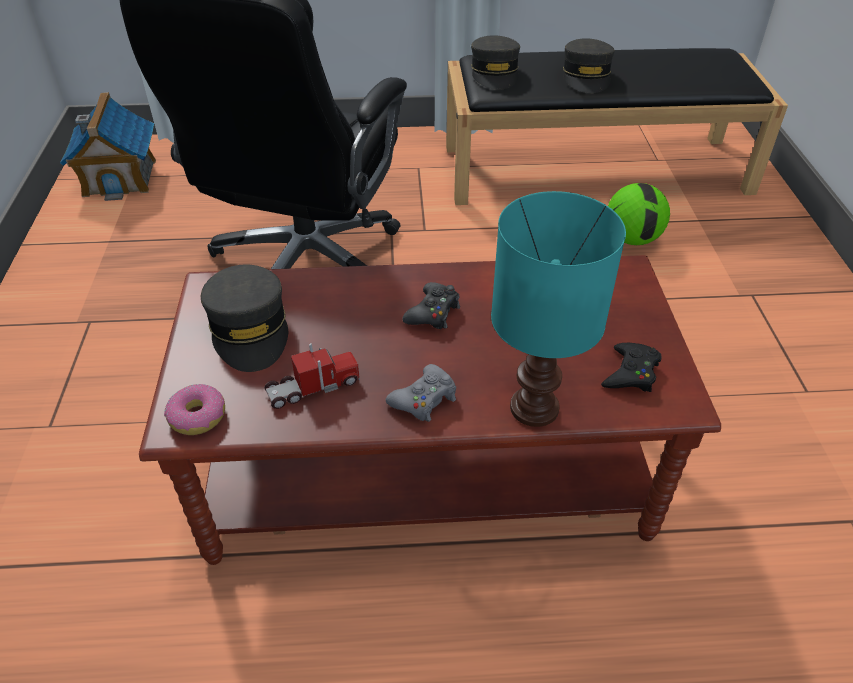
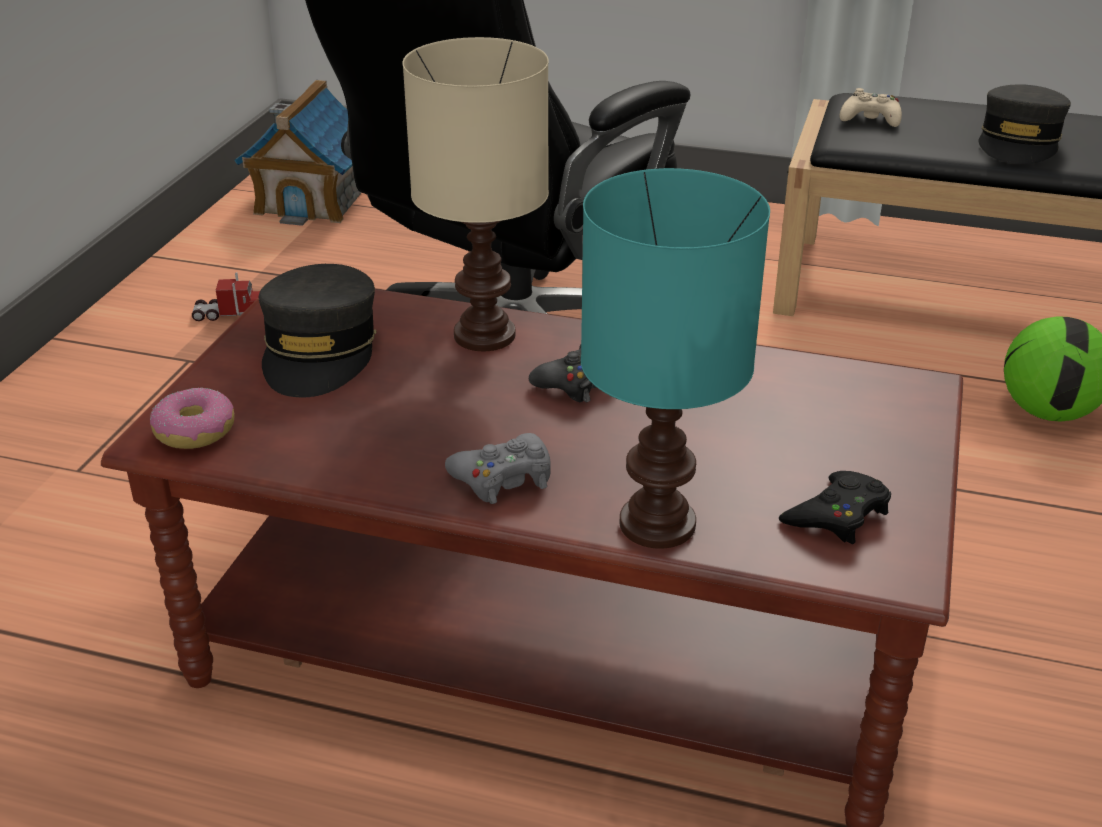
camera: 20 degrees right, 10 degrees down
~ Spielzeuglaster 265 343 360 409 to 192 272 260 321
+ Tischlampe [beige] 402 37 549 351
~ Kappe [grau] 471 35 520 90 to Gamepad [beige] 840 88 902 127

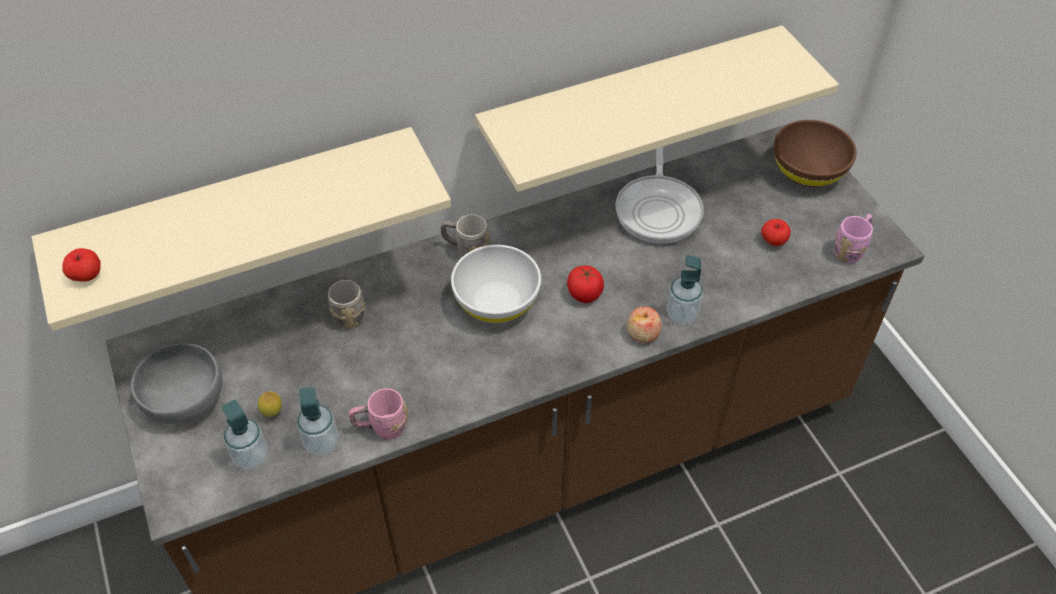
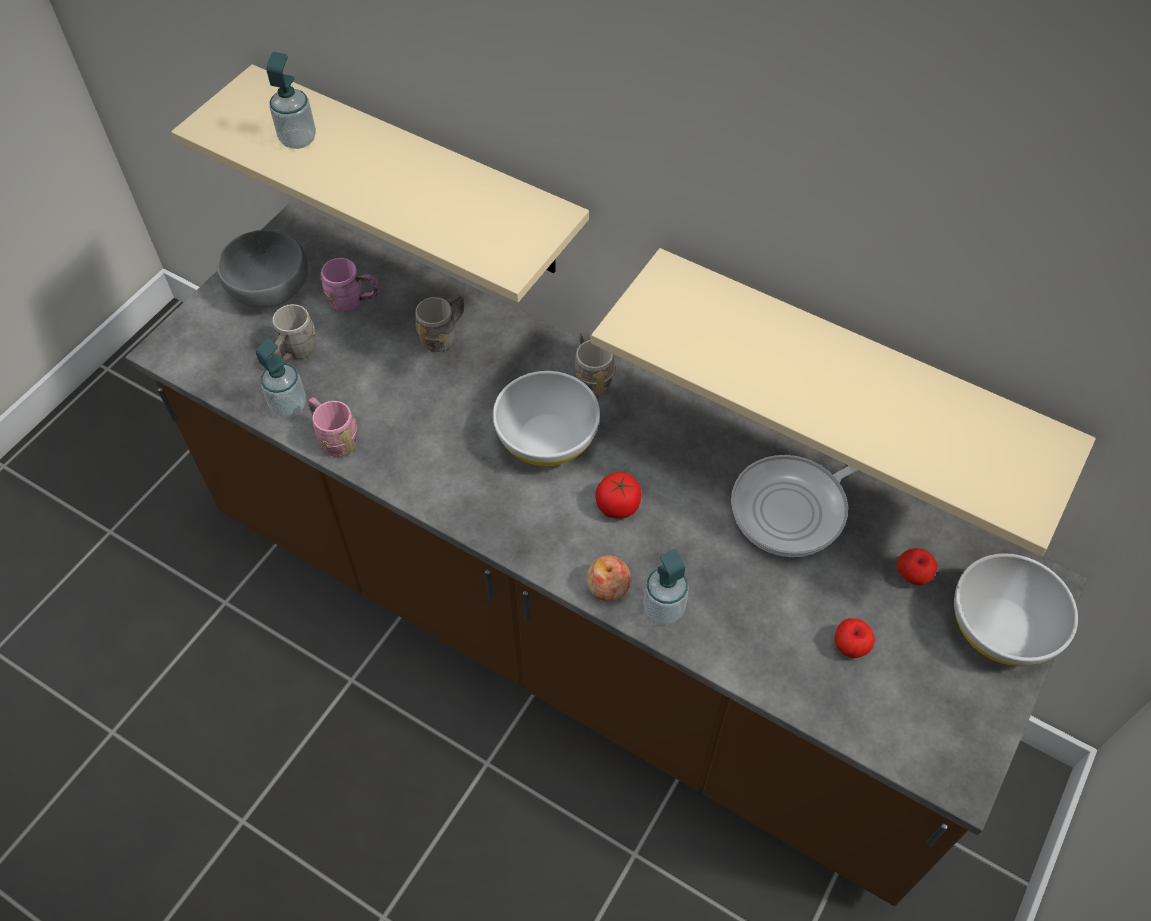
camera: 55 degrees right, 5 degrees up
~ Seifenspender 222 400 267 470 to 266 52 316 149
~ Zitrone 258 391 282 417 to Henkelbecher [grau] 273 304 316 364
~ Henkelbecher [rosa] 834 214 873 263 to 320 258 379 312
~ Apfel 62 248 101 282 to 897 548 937 585
~ Schüssel [braun] 774 120 857 187 to Schüssel [weiß] 954 553 1078 666

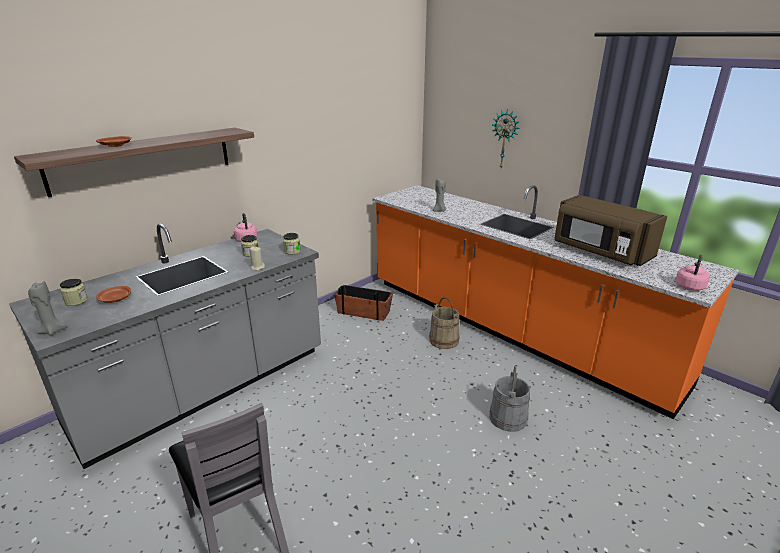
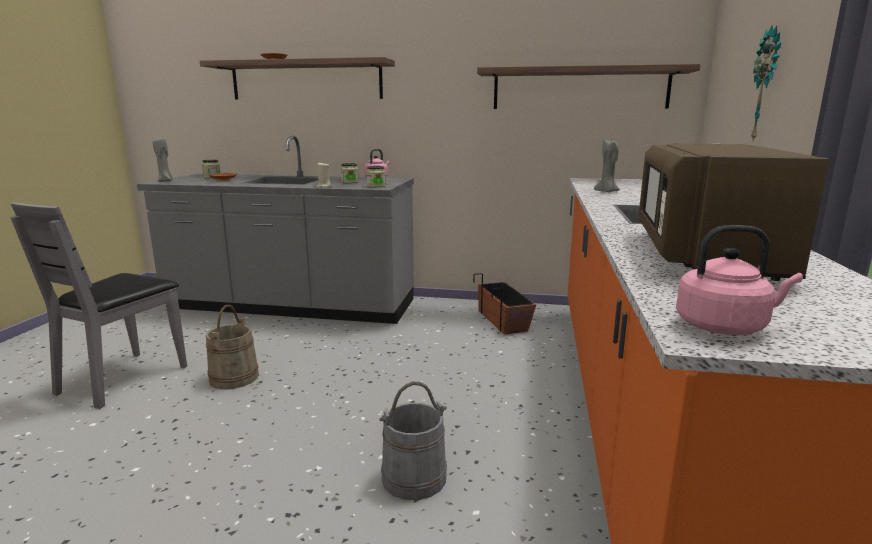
camera: 55 degrees right, 10 degrees down
~ Eimer [beige] 429 297 460 349 to 206 305 259 389
+ Wandregal 477 64 700 109

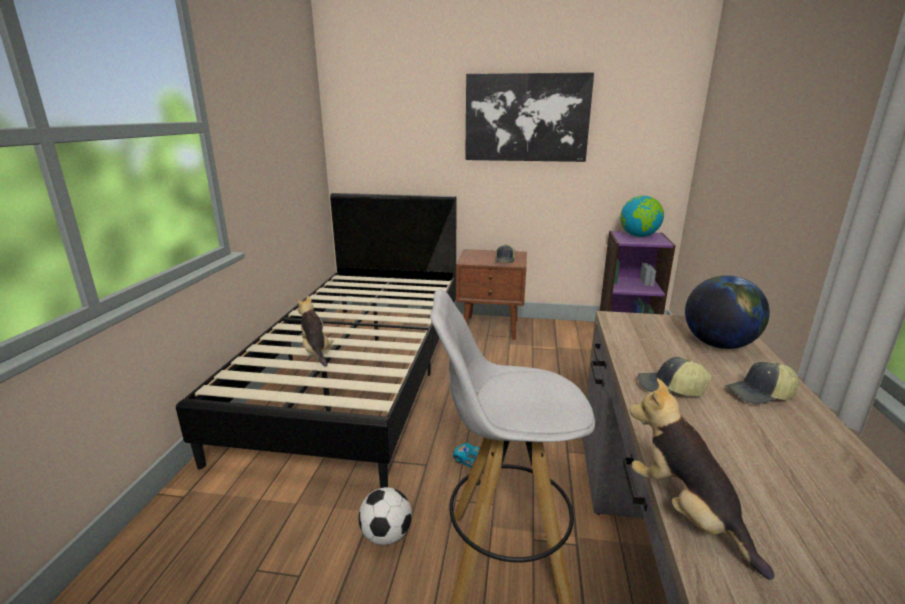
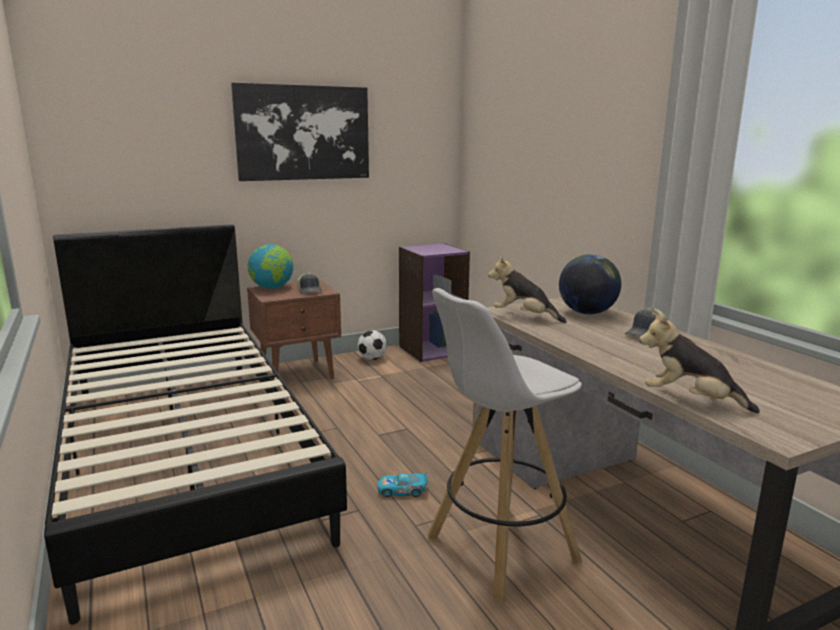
camera: 35 degrees left, 5 degrees down
~ Globus 620 196 664 237 to 248 244 293 289
~ Fußball 358 487 412 545 to 357 330 387 360
~ Plüschtier 297 296 333 367 to 488 256 567 323
- Kappe 638 357 712 396

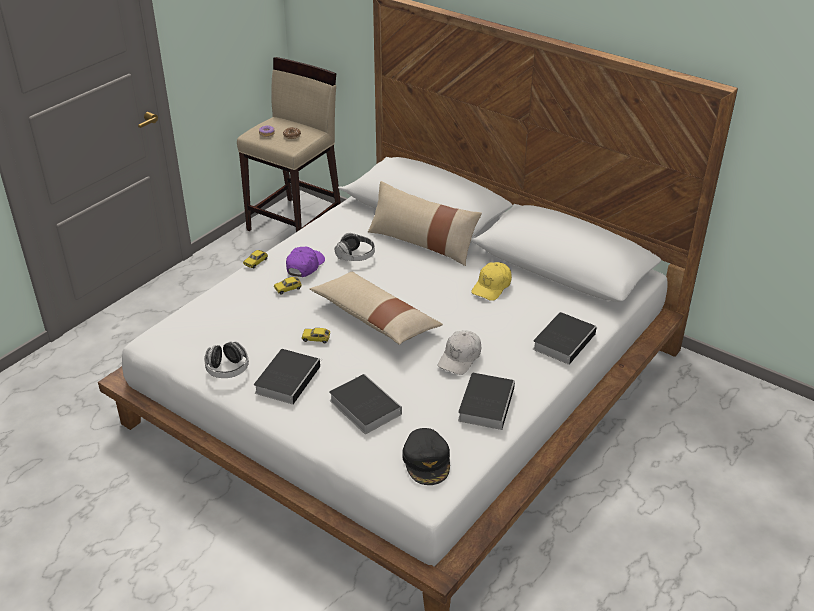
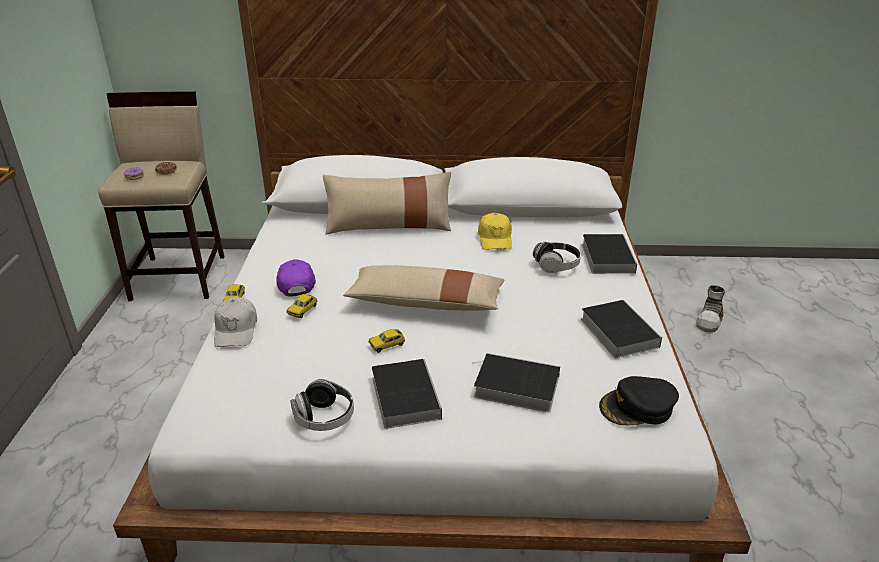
camera: 35 degrees left, 5 degrees down
~ Kappe [weiß] 438 330 481 375 to 214 297 257 347
~ Kopfhörer 335 233 375 261 to 533 242 581 273
~ Kappe [schwarz] 402 428 450 485 = 599 376 679 425 120 degrees clockwise
+ Schuh 697 285 725 332

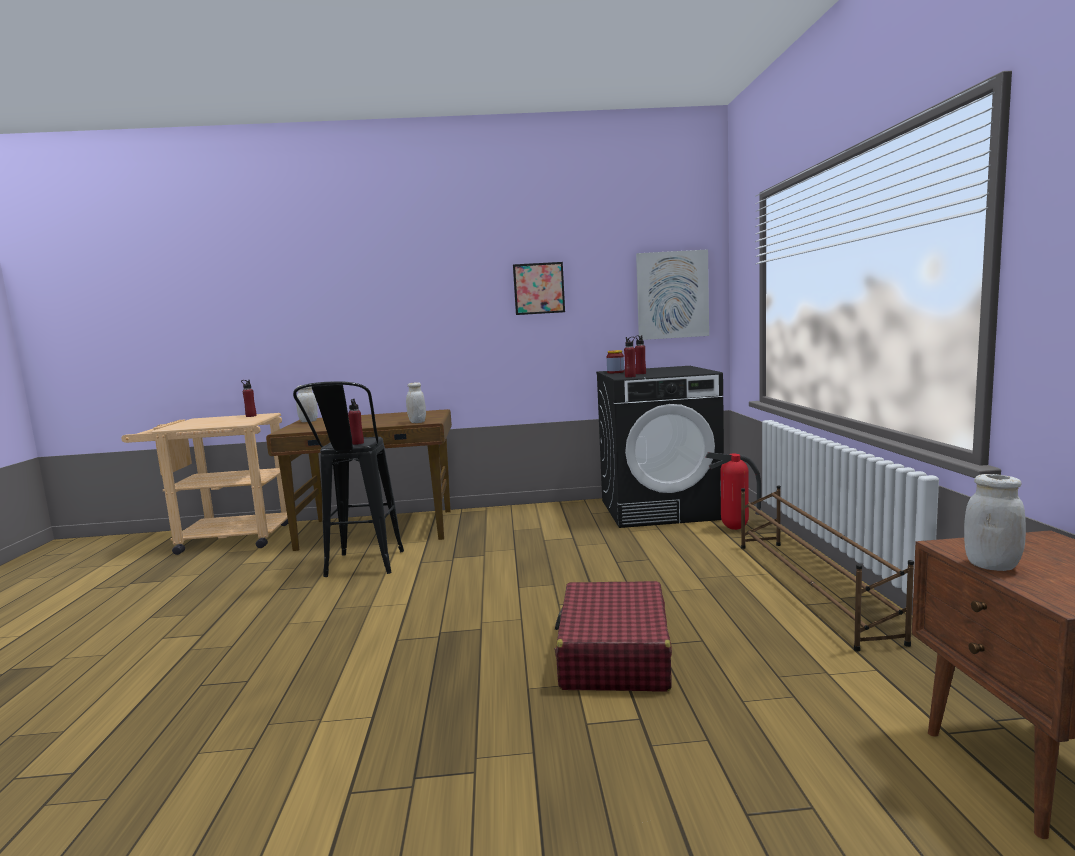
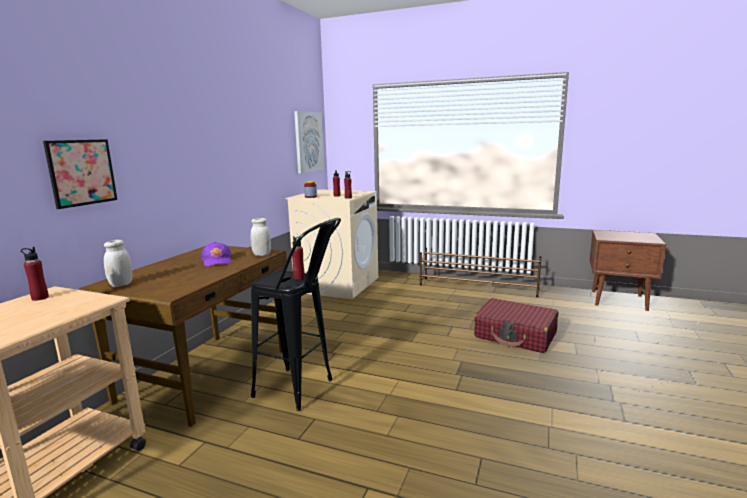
camera: 65 degrees left, 5 degrees up
~ Bild 513 262 565 315 to 43 139 117 209
+ Kappe [lila] 200 242 232 266
~ Waschmaschine [schwarz] 596 366 724 528 to Waschmaschine [beige] 286 189 378 299
- Feuerlöscher 705 452 761 530
- Vorratsglas [weiß] 964 474 1026 571

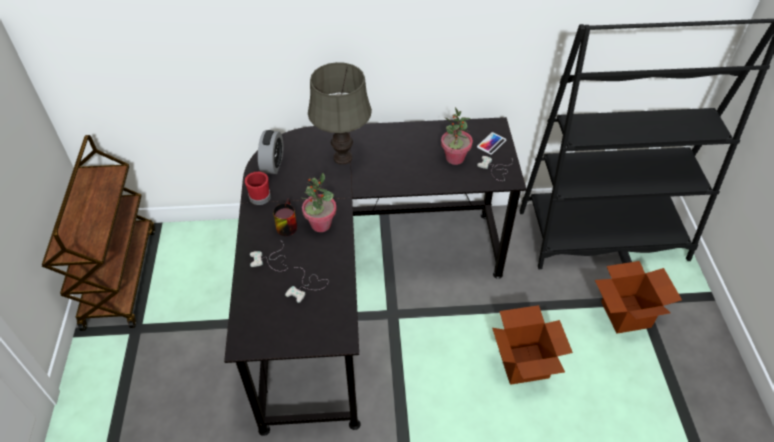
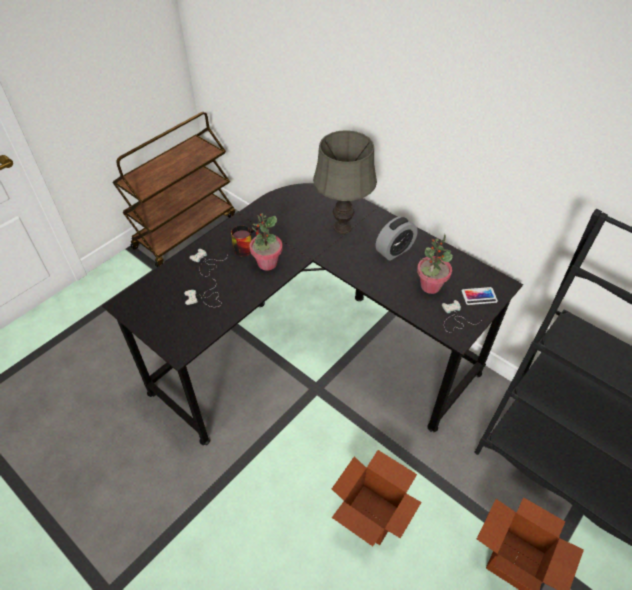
camera: 45 degrees right, 0 degrees up
~ Wecker 258 130 283 174 to 376 216 418 261
- Henkelbecher [rot] 245 172 271 205

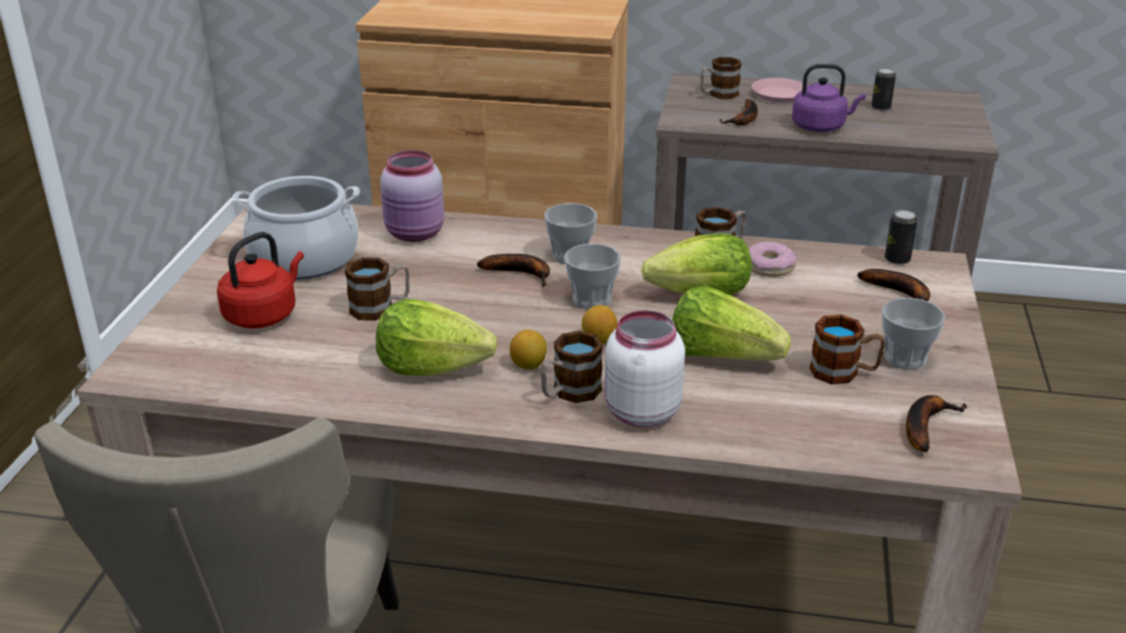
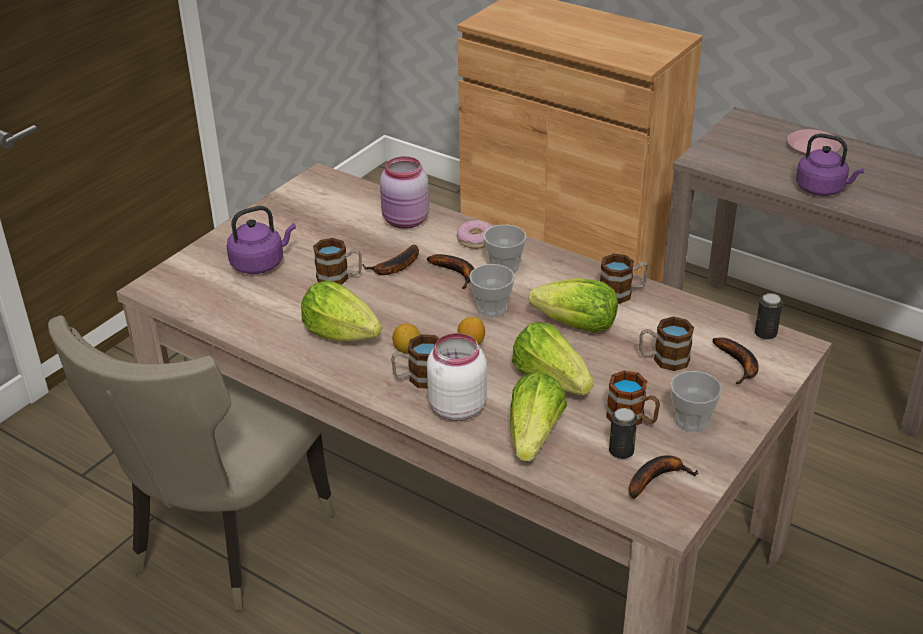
camera: 25 degrees right, 5 degrees up
~ Wasserkessel [rot] 217 232 304 329 to Wasserkessel [lila] 226 206 296 274
~ Banane 719 99 758 125 to 363 245 419 275
~ Donut 749 241 797 277 to 457 220 493 249
+ Salatkopf 510 372 567 461
~ Dose 871 68 896 110 to 609 408 637 459
~ Henkelbecher 700 57 742 99 to 639 316 694 371
- Kochtopf 232 176 360 280

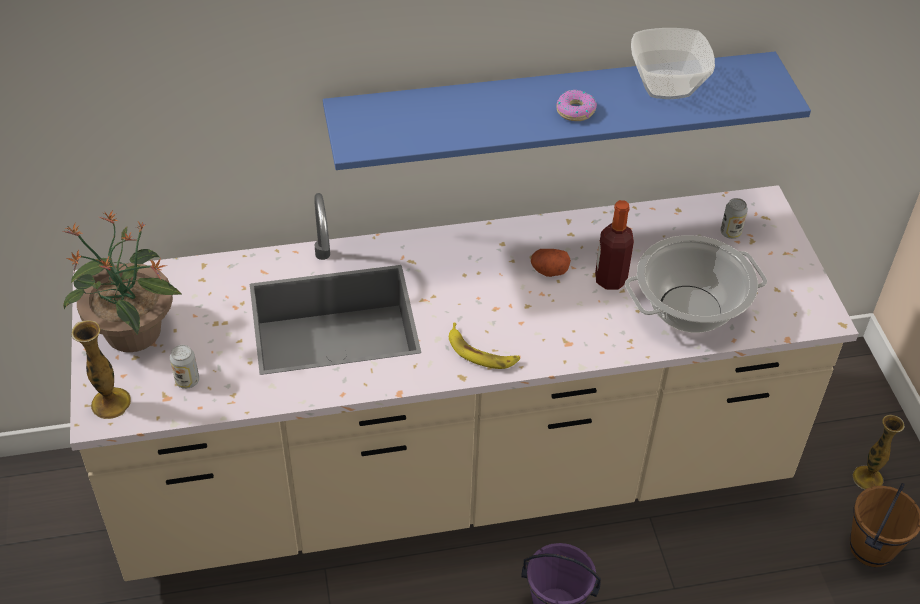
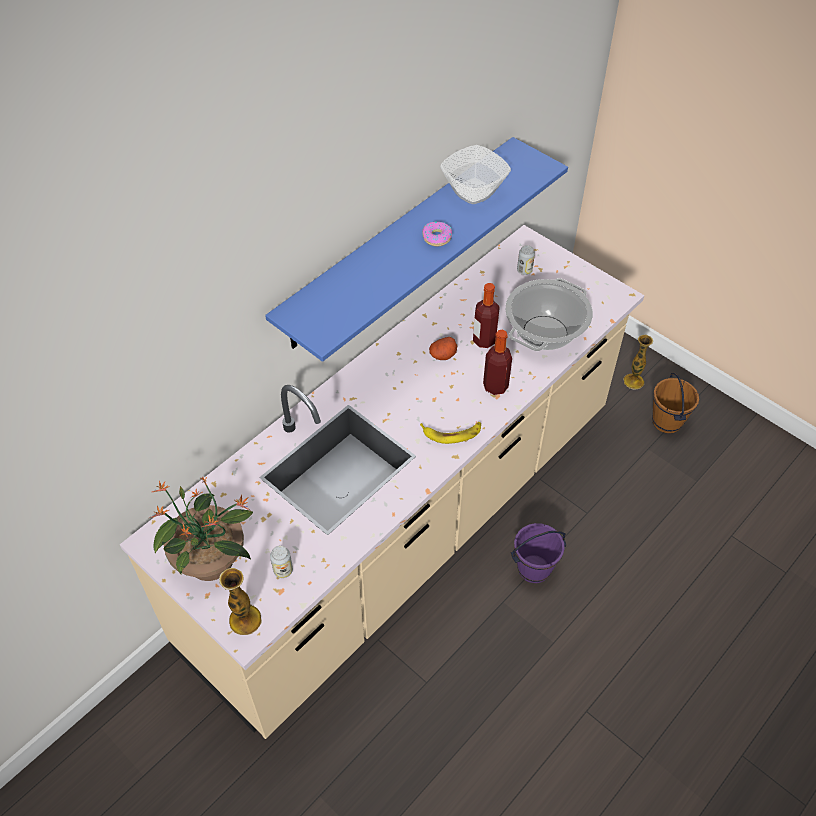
camera: 35 degrees left, 5 degrees up
+ Flasche 483 330 512 395

